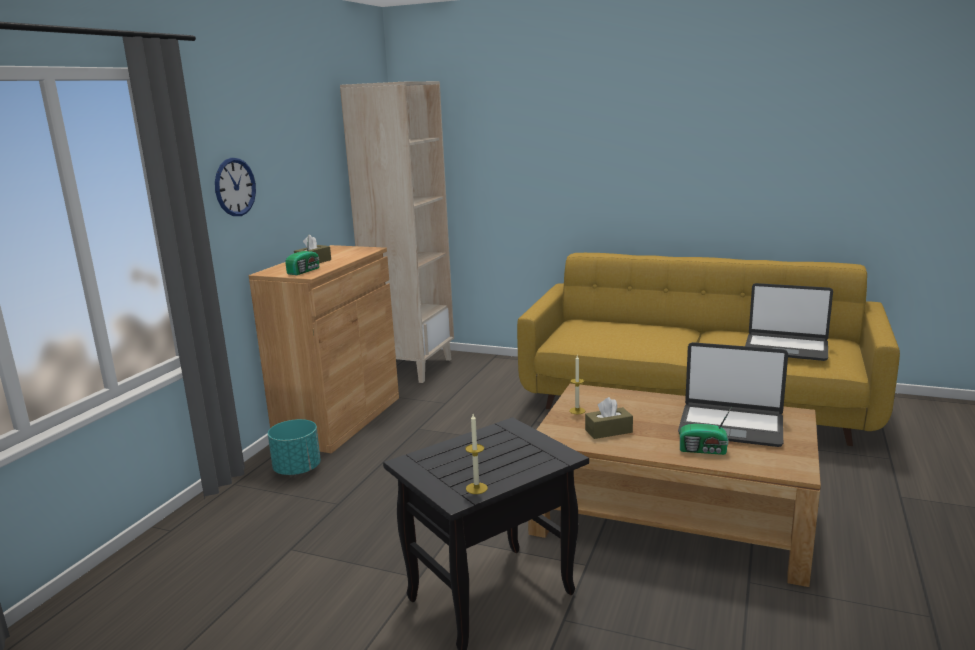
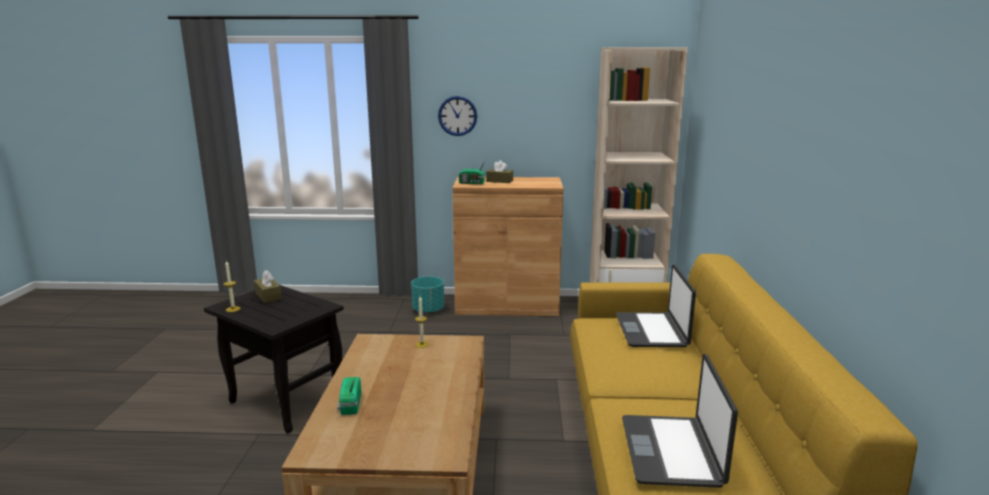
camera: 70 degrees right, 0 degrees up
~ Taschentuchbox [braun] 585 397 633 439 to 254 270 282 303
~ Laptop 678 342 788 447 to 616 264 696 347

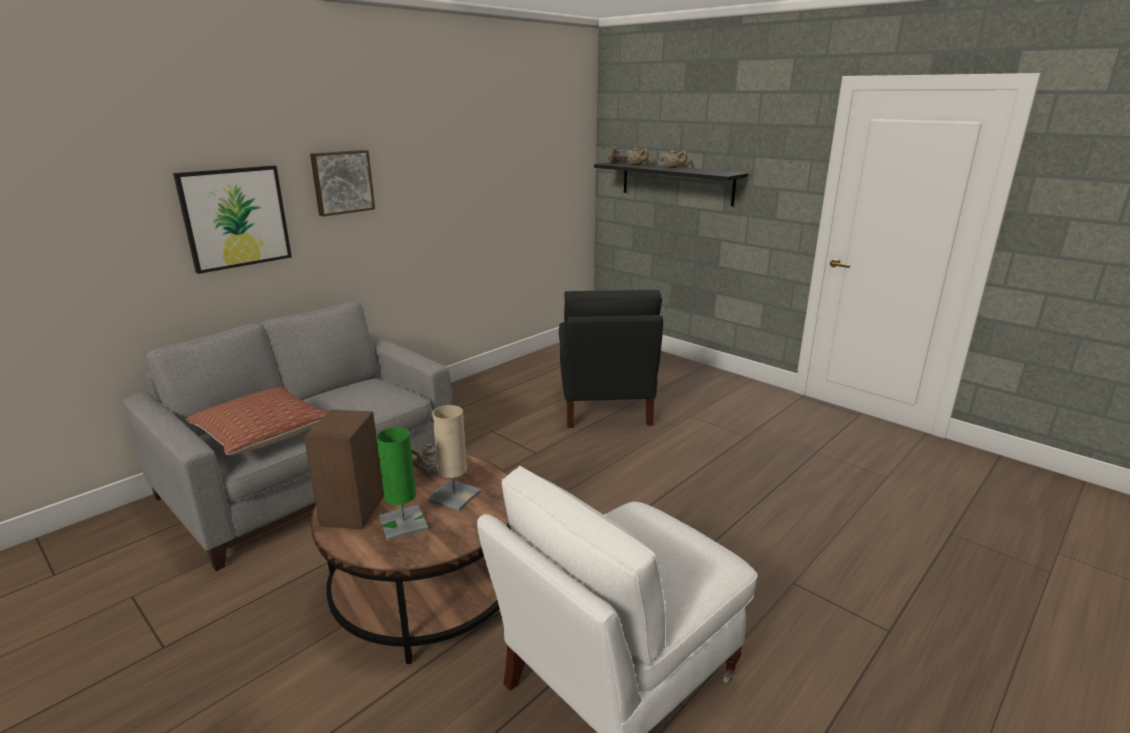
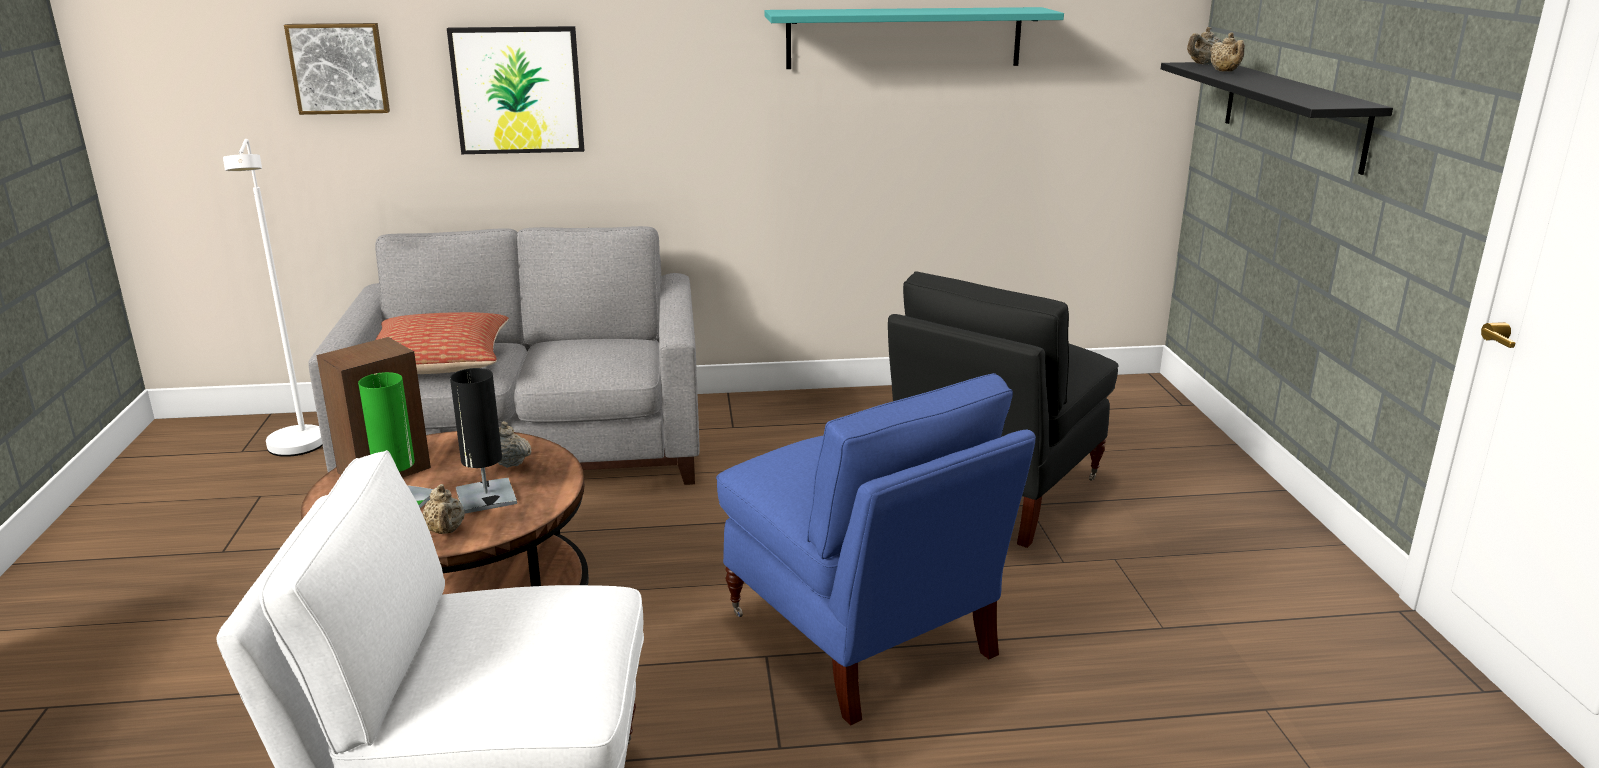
camera: 40 degrees right, 0 degrees up
+ Stehlampe [weiß] 223 139 323 457
~ Bild 310 150 375 217 to 284 23 390 115
~ Teekanne [beige] 660 147 687 168 to 422 484 465 534
~ Tischlampe [beige] 427 405 481 511 to Tischlampe [schwarz] 450 368 517 514
+ Sessel [blau] 716 373 1036 725
+ Wandregal [türkis] 765 7 1064 69

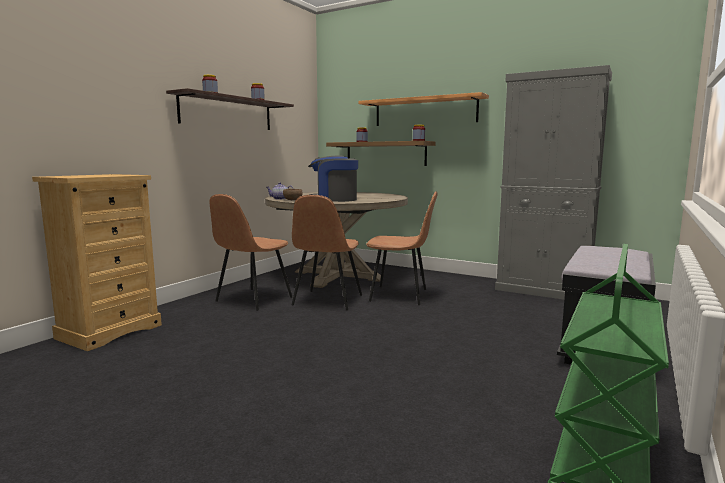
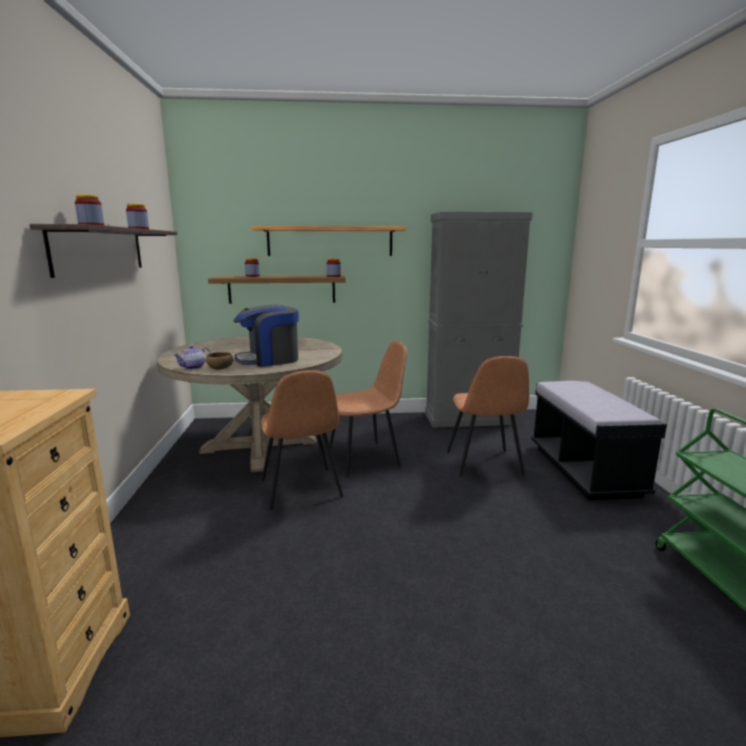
camera: 35 degrees left, 5 degrees up
~ Stuhl [braun] 209 194 293 311 to 447 356 529 477

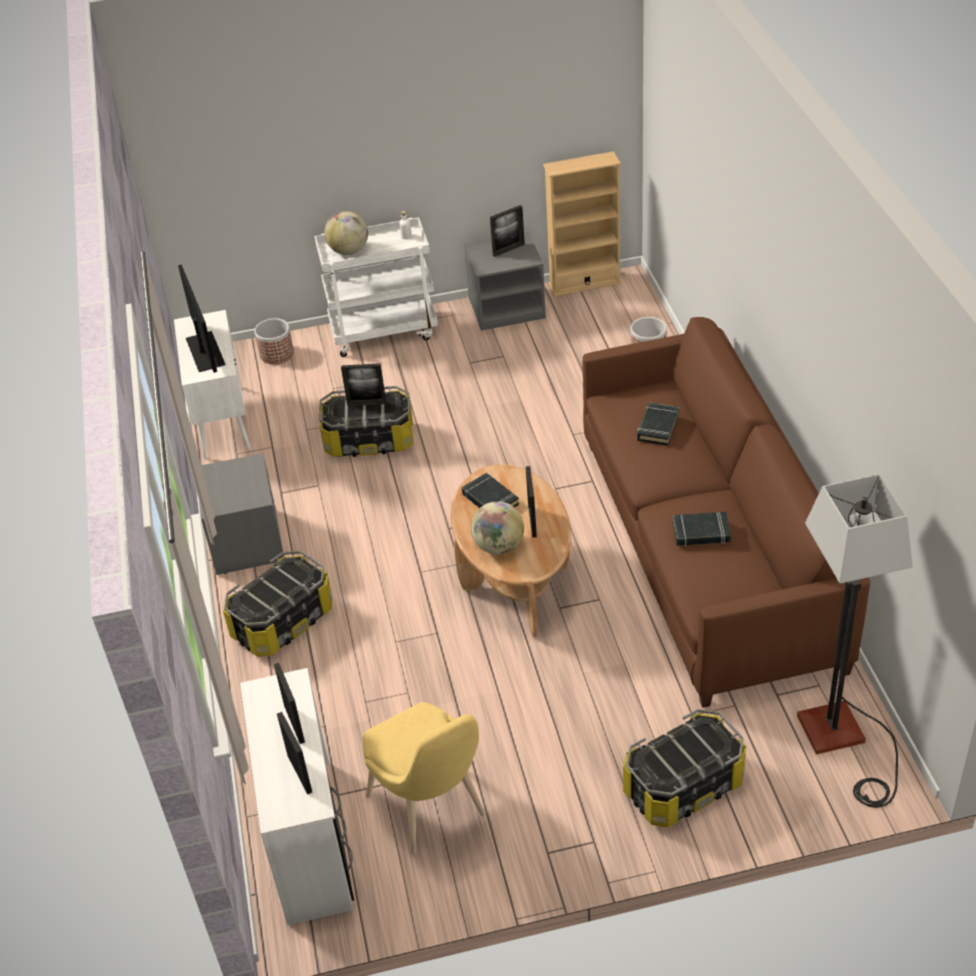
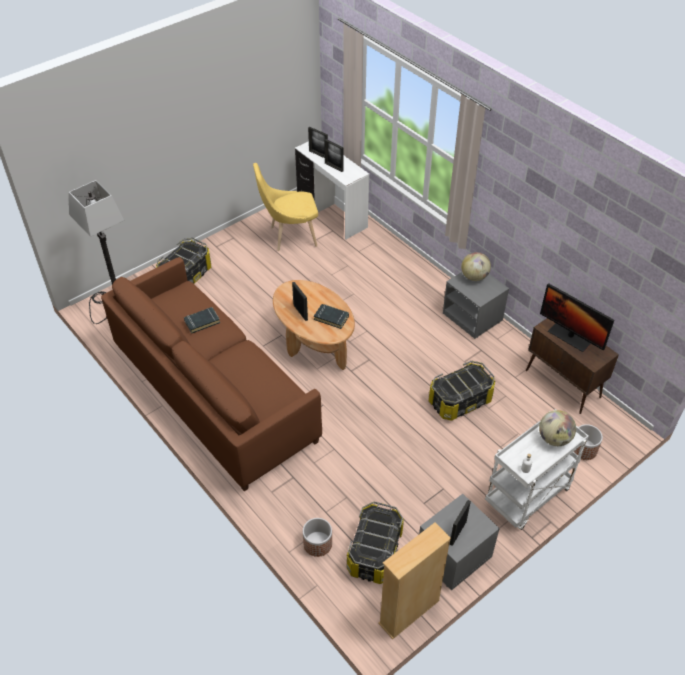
camera: 150 degrees right, 5 degrees up
~ Stuhl [gelb] 363 702 485 855 = 253 163 318 251 45 degrees counterclockwise
~ Aufbewahrungsbox 223 551 333 657 to 347 502 404 584
~ Globus 471 501 524 555 to 461 252 491 281
~ Schrank [weiß] 174 310 251 459 to Schrank [braun] 526 318 619 414
- Bilderrahmen 341 363 386 406
- Buch [schwarz] 637 403 679 446

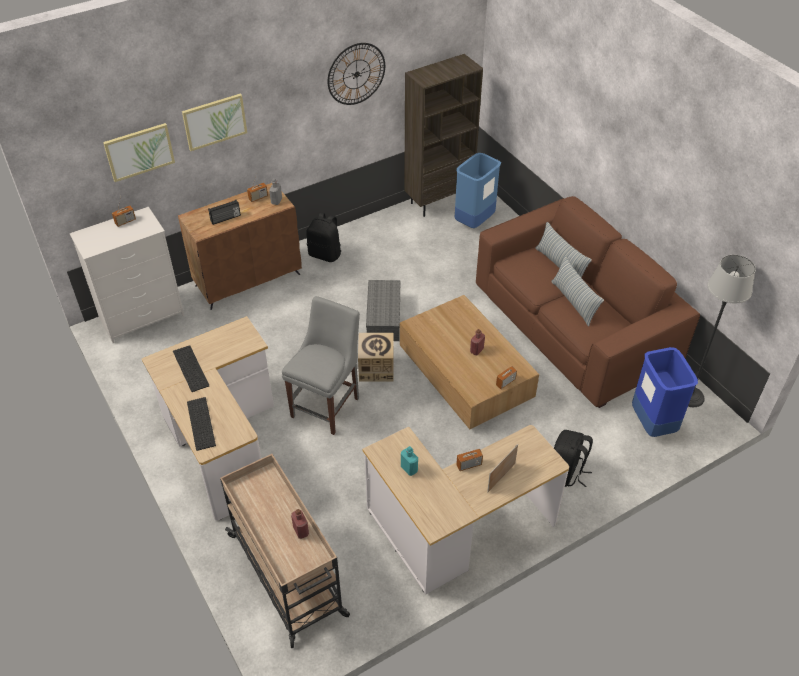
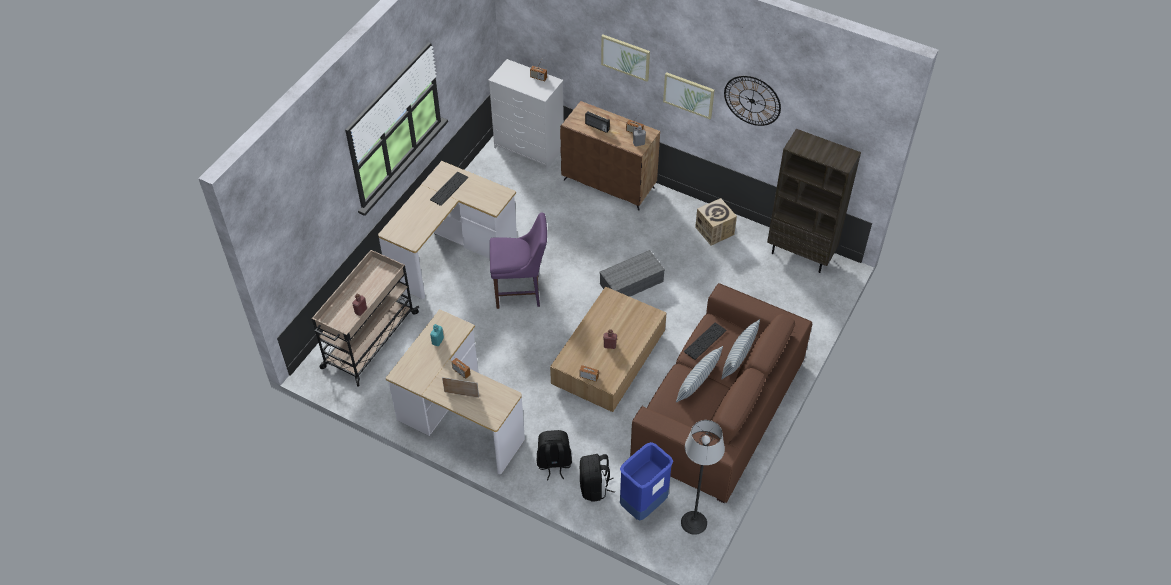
camera: 60 degrees right, 5 degrees up
~ Stuhl [grau] 282 296 360 435 to Stuhl [lila] 490 213 547 309
~ Rucksack [schwarz] 306 212 341 262 to 579 454 615 502
~ Bild 103 123 175 182 to 663 72 714 119
~ Tastatur 187 397 216 451 to 684 323 726 360
~ Karton 358 333 394 382 to 695 198 737 246
- Mülleimer [blau] 455 153 501 228

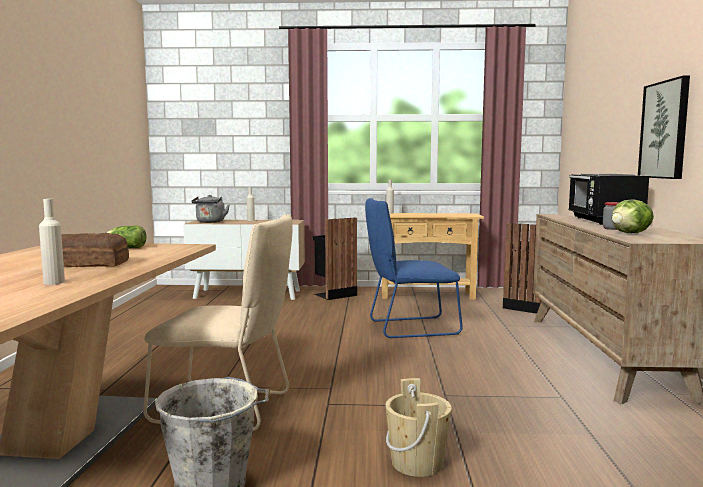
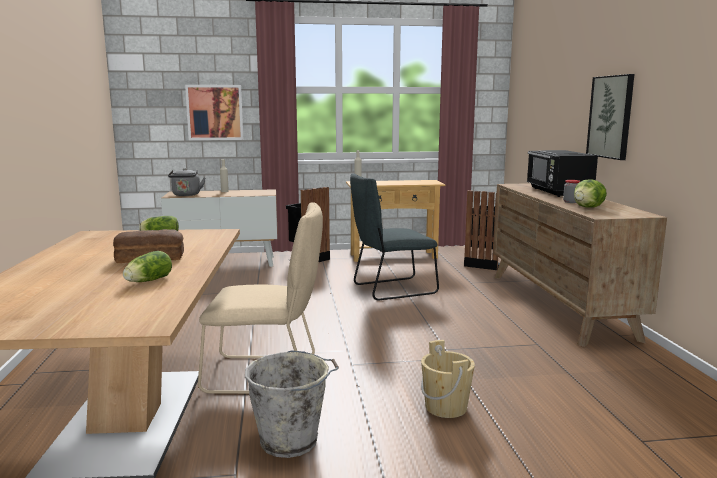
camera: 10 degrees left, 5 degrees up
~ Flasche [beige] 39 199 65 285 to Salatkopf 123 251 172 282
+ Bild 185 85 243 140
~ Stuhl [blau] 365 198 463 338 to Stuhl [grau] 350 174 439 300

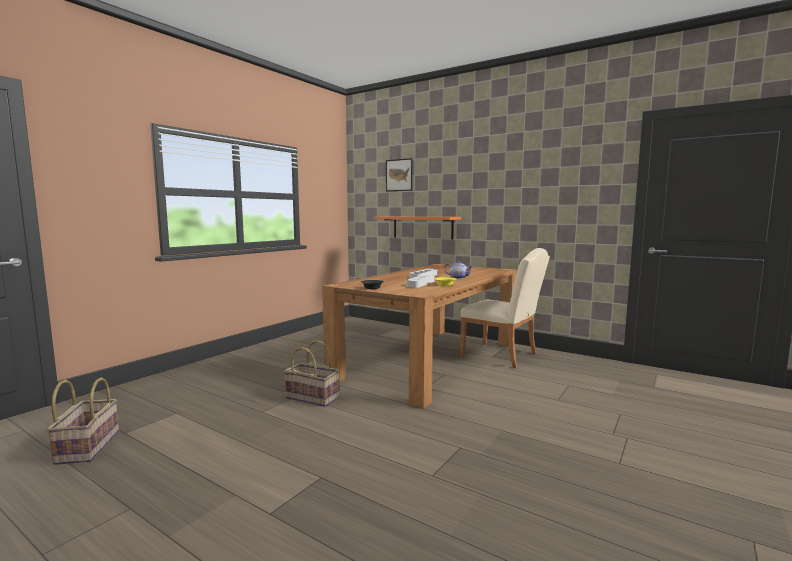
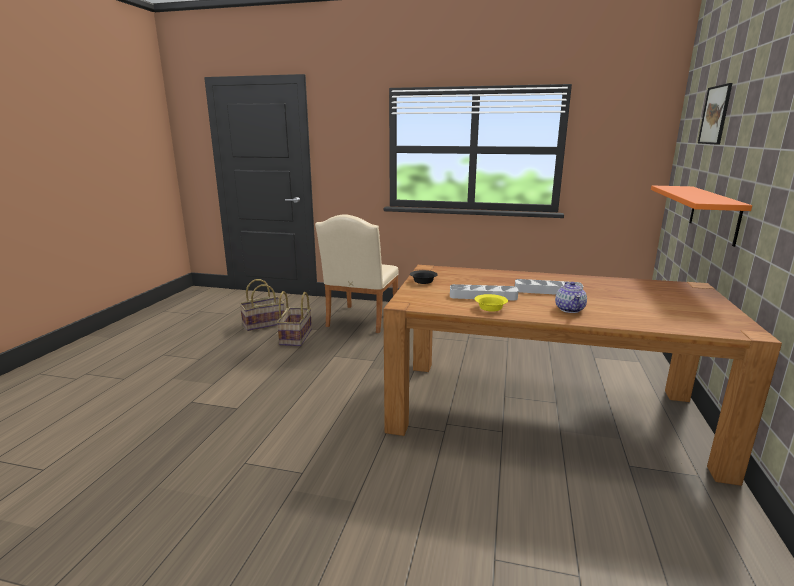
camera: 70 degrees right, 10 degrees up
~ Korb 284 340 340 407 to 276 291 312 346
~ Stuhl [beige] 460 248 550 368 to 315 214 399 333

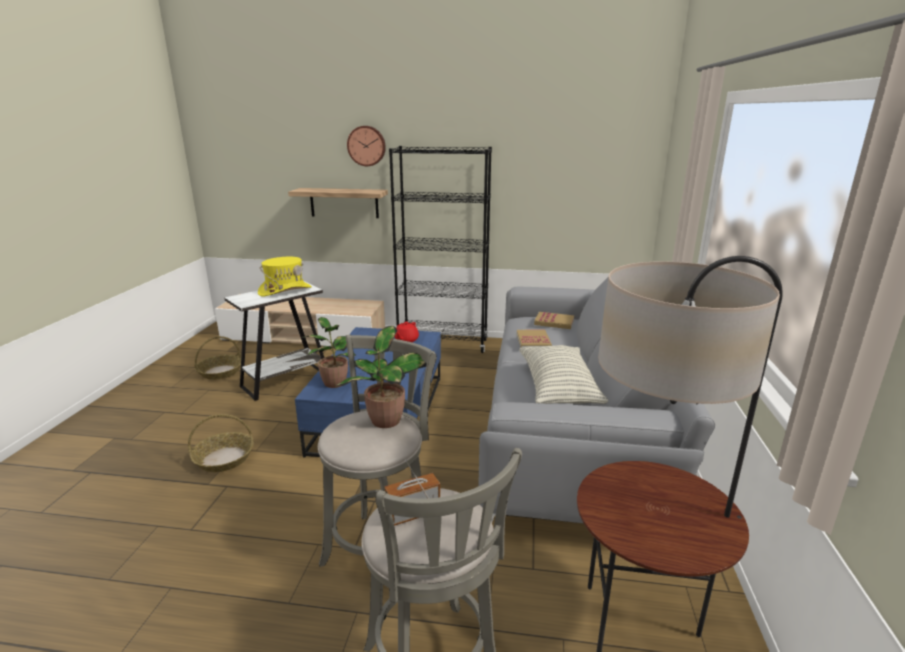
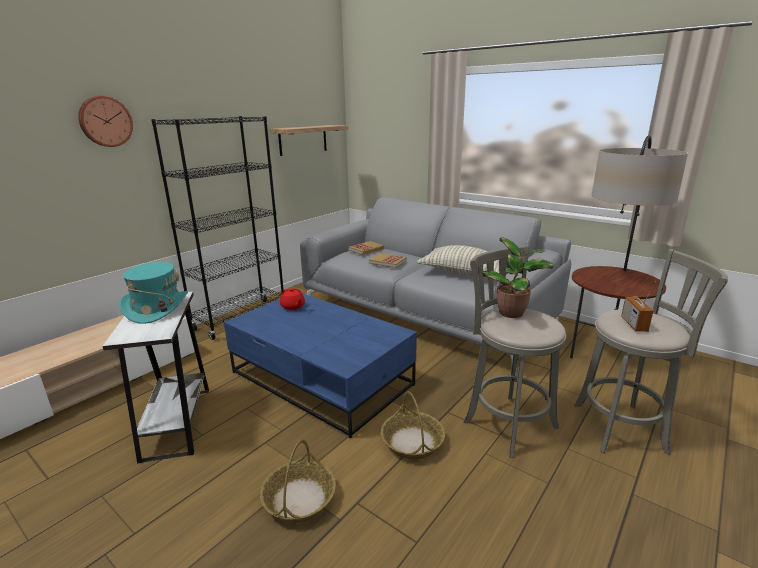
camera: 60 degrees left, 0 degrees up
~ Hut [gelb] 258 257 312 297 to Hut [türkis] 120 262 188 324
~ Wandregal 288 188 388 218 to 270 125 348 156
~ Korb 194 336 241 380 to 381 391 445 460
- Topfpflanze 302 317 356 388

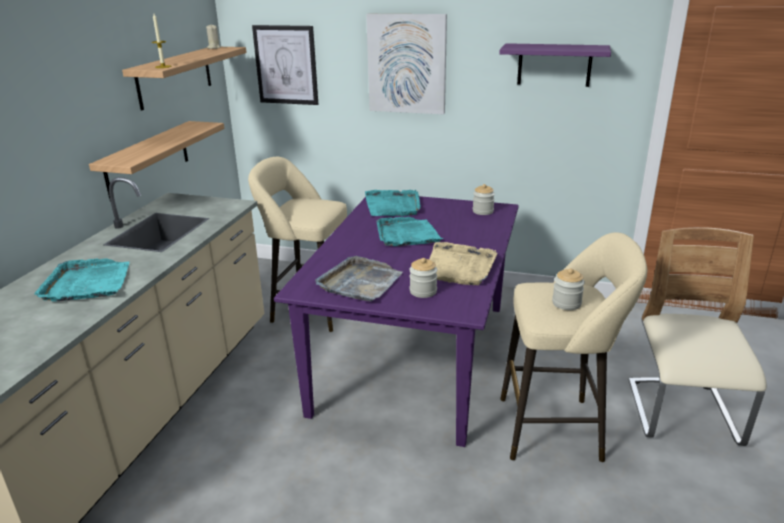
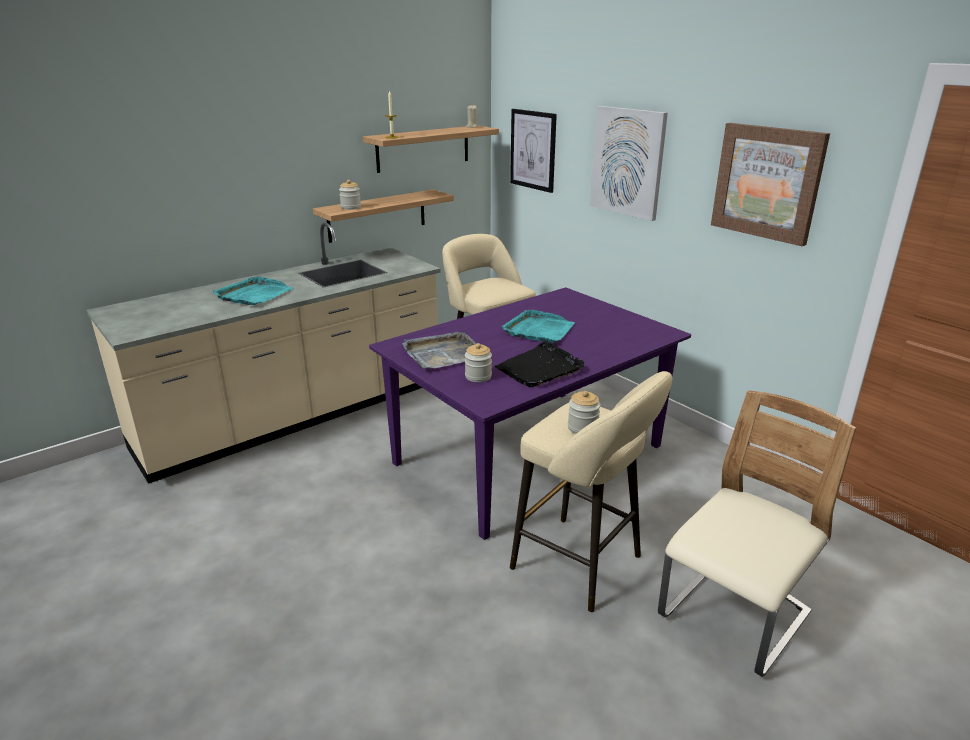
camera: 35 degrees right, 0 degrees up
~ Vorratsglas 473 184 495 215 to 339 180 361 210
~ Tablett [beige] 429 242 498 285 to Tablett [schwarz] 494 342 584 387
~ Wandregal [lila] 499 43 611 87 to Bild 711 123 830 246
- Tablett [türkis] 365 190 421 216

